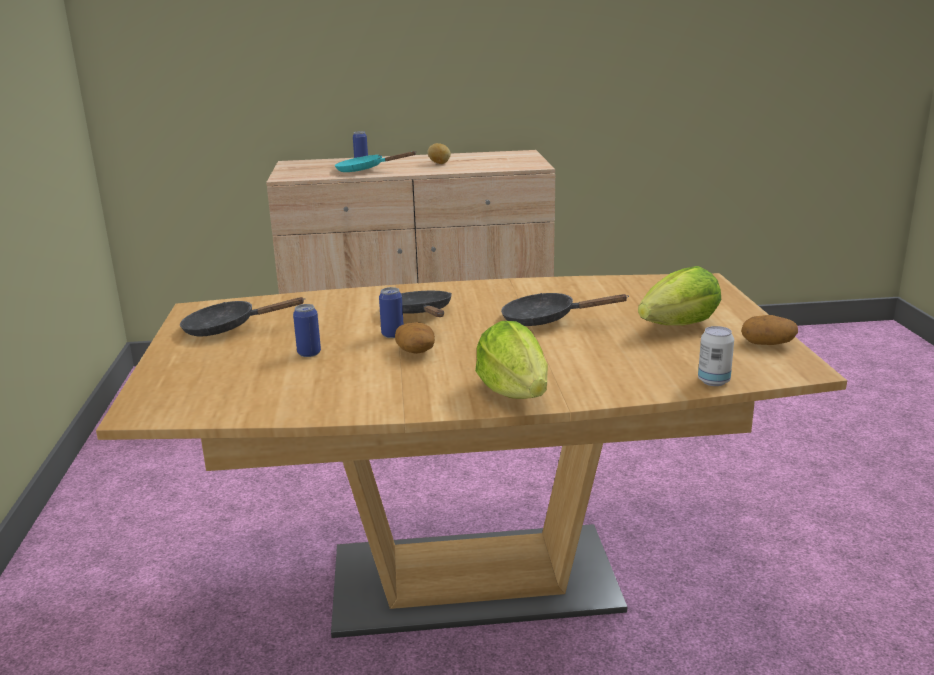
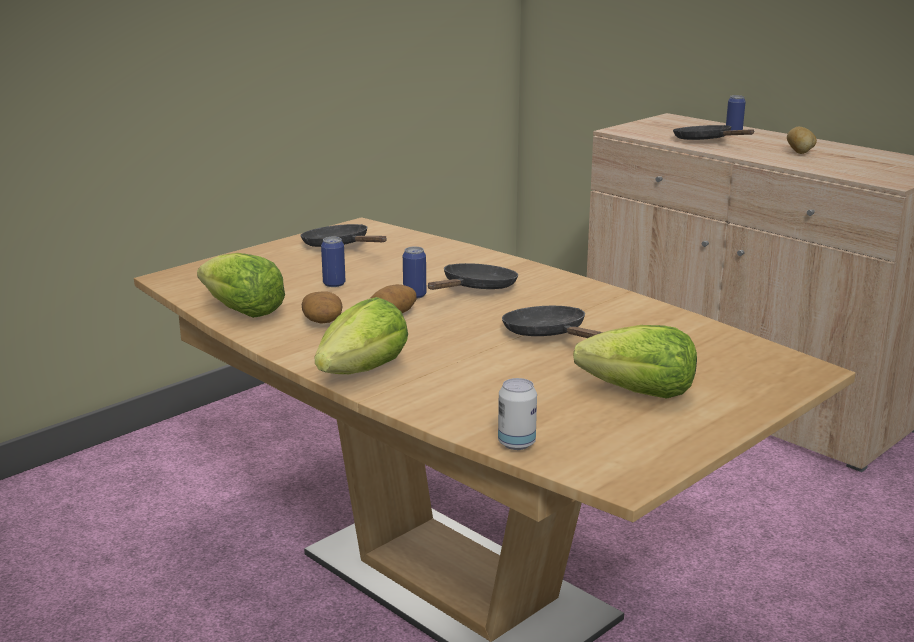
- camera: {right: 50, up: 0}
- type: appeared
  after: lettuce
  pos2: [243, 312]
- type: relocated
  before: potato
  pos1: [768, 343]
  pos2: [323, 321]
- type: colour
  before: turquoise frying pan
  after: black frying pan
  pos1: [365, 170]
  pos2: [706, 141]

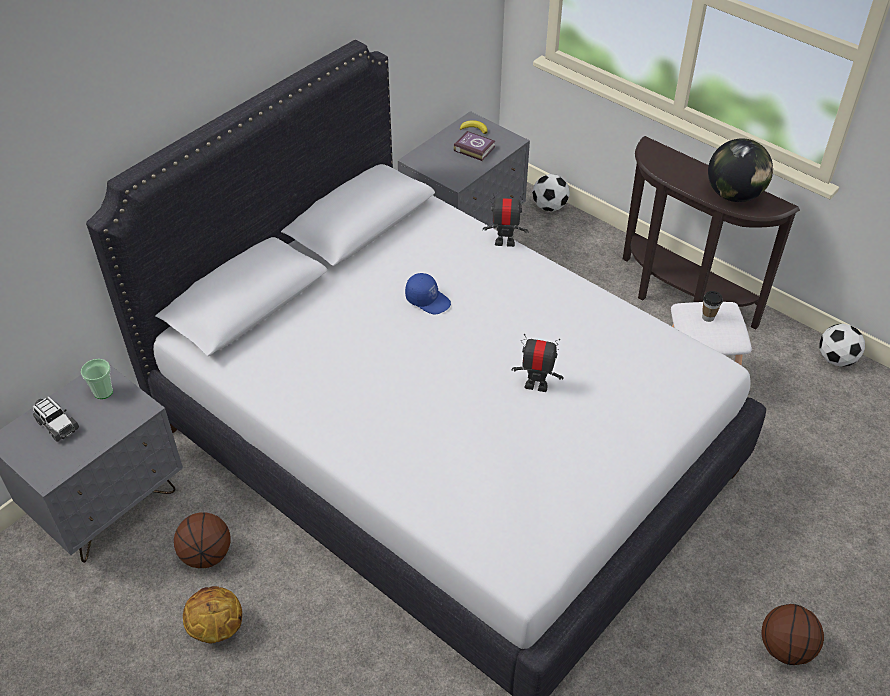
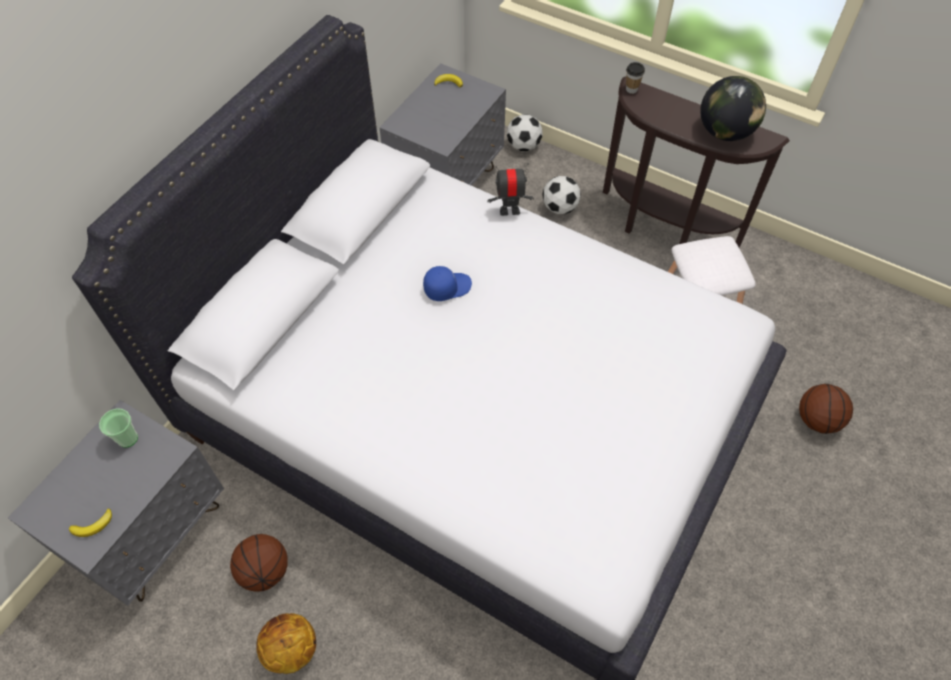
- camera: {right: -10, up: 10}
- type: appeared
  after: banana
  pos2: [93, 525]
- type: spun
  before: blue cap
  pos1: [428, 300]
  pos2: [447, 287]
  turn: -45
- type: relocated
  before: football
  pos1: [836, 359]
  pos2: [559, 207]
- type: relocated
  before: cup
  pos1: [708, 317]
  pos2: [631, 89]
- type: relocated
  before: basketball
  pos1: [785, 649]
  pos2: [817, 420]
- type: missing
  before: toy car
  pos1: [57, 425]
- type: missing
  before: book
  pos1: [474, 148]
- type: missing
  before: toy robot
  pos1: [536, 385]

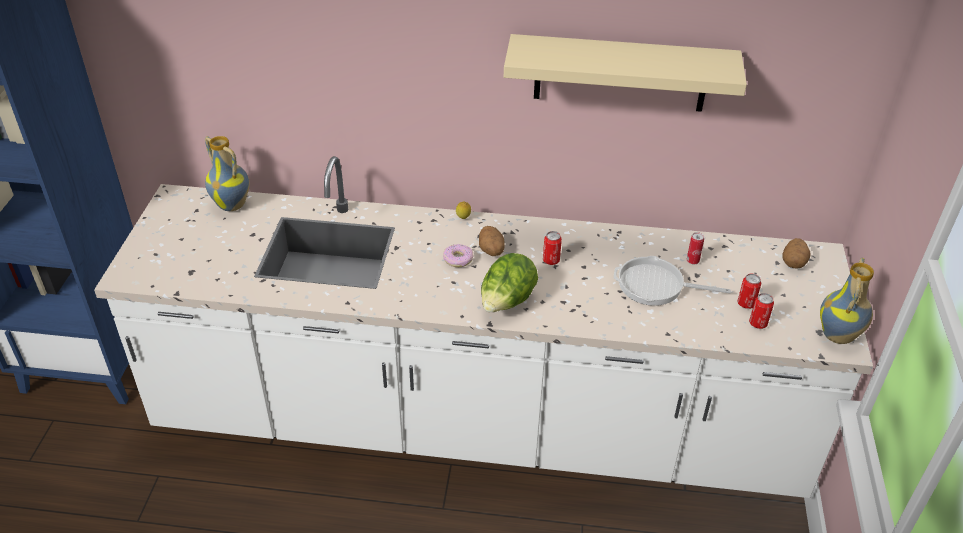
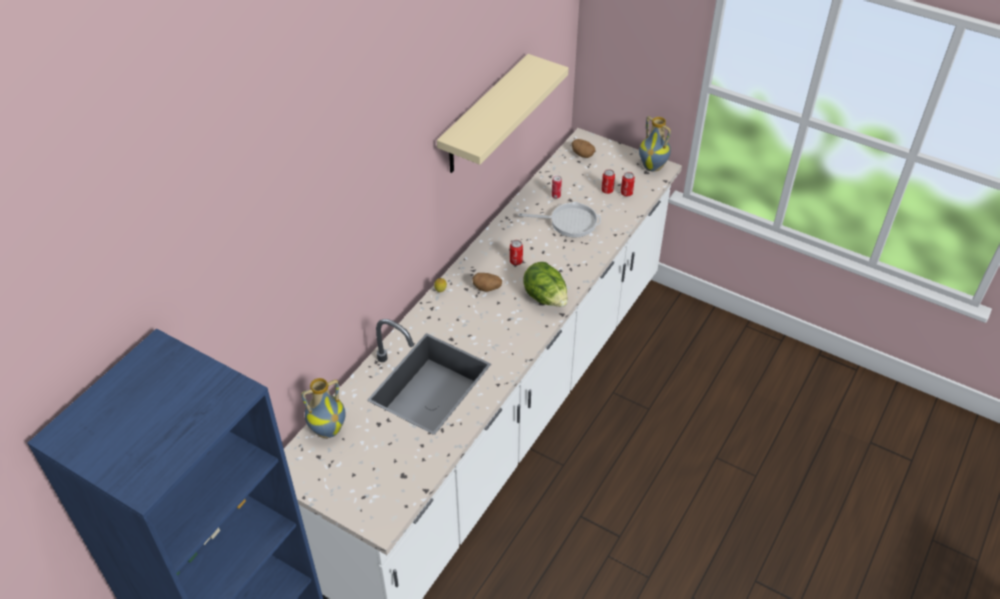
- camera: {right: -65, up: 5}
- type: spun
  before: frying pan
  pos1: [655, 286]
  pos2: [569, 222]
  turn: -120
- type: missing
  before: donut
  pos1: [458, 259]

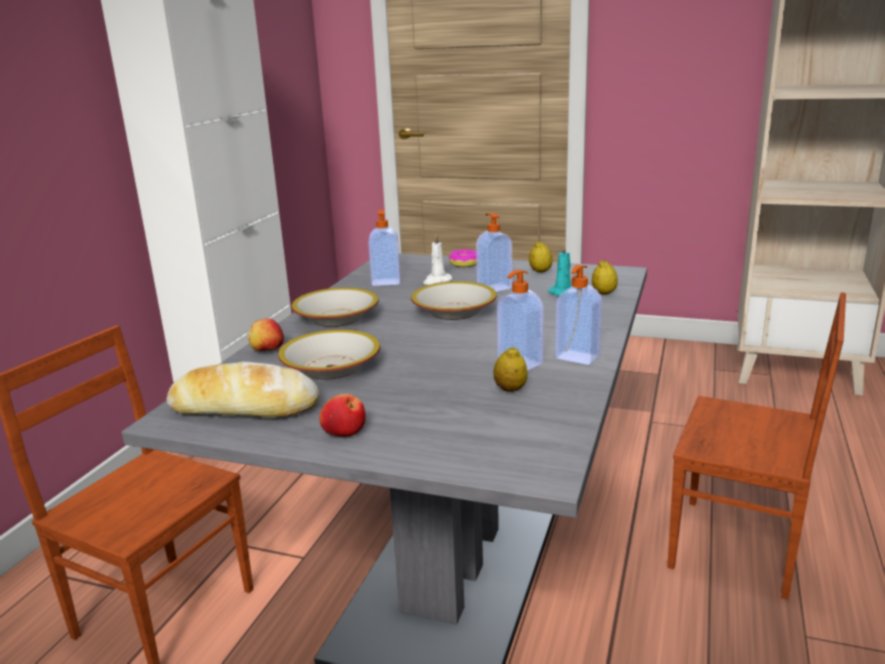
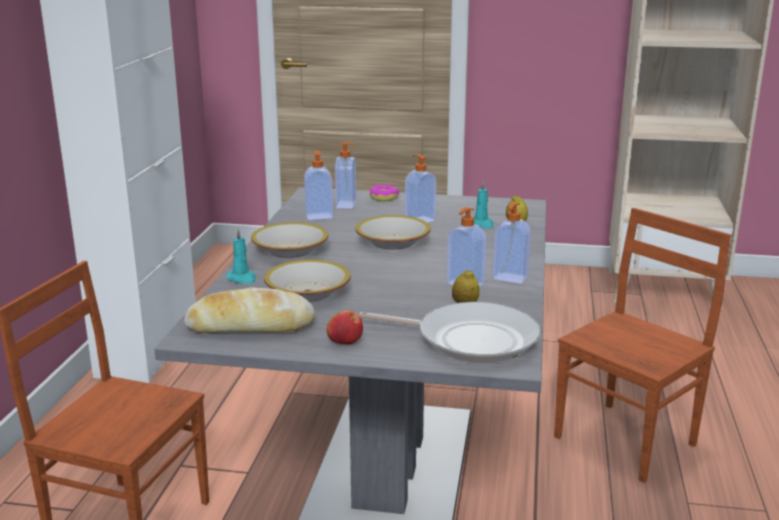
- camera: {right: -10, up: 0}
- type: exchanged
  before: apple
  after: turquoise candle
  pos1: [267, 350]
  pos2: [242, 279]
- type: appeared
  after: soap dispenser
  pos2: [347, 205]
- type: appeared
  after: frying pan
  pos2: [470, 339]
- type: spun
  before: brown chair
  pos1: [737, 548]
  pos2: [627, 441]
  turn: -60
- type: missing
  before: white candle
  pos1: [437, 281]
- type: missing
  before: lemon
  pos1: [540, 271]

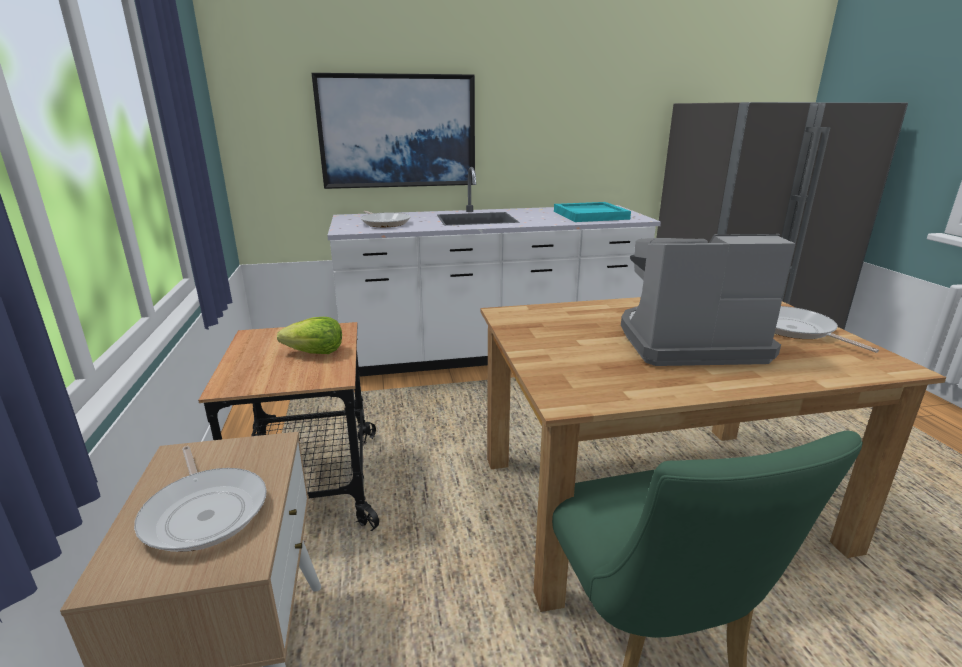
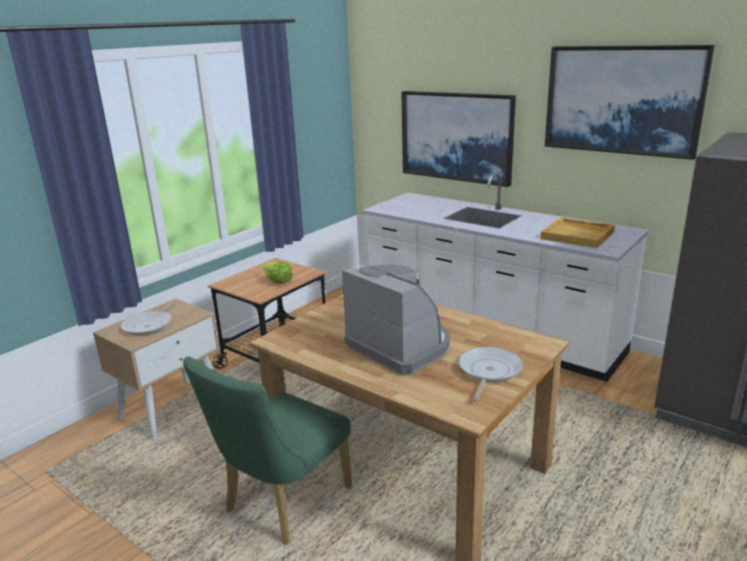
- camera: {right: 50, up: 0}
- type: colour
  before: turquoise tray
  after: beige tray
  pos1: [590, 215]
  pos2: [578, 235]
- type: appeared
  after: picture
  pos2: [622, 100]
- type: missing
  before: frying pan
  pos1: [384, 223]

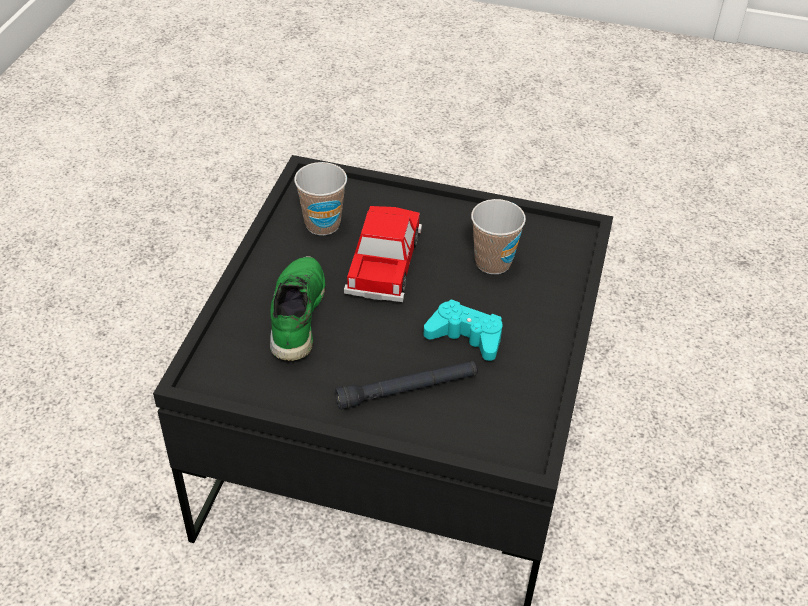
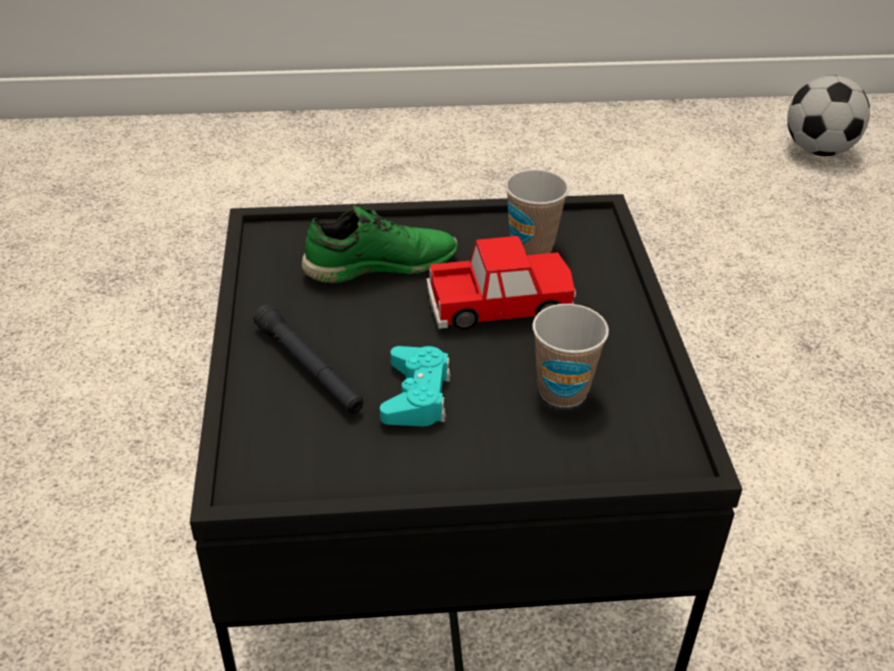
- camera: {right: 70, up: -5}
- type: appeared
  after: football
  pos2: [818, 150]

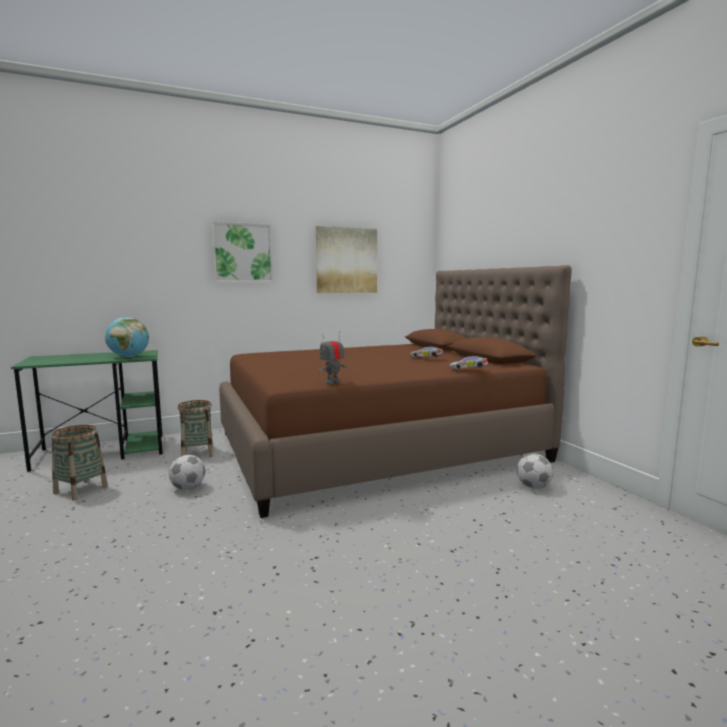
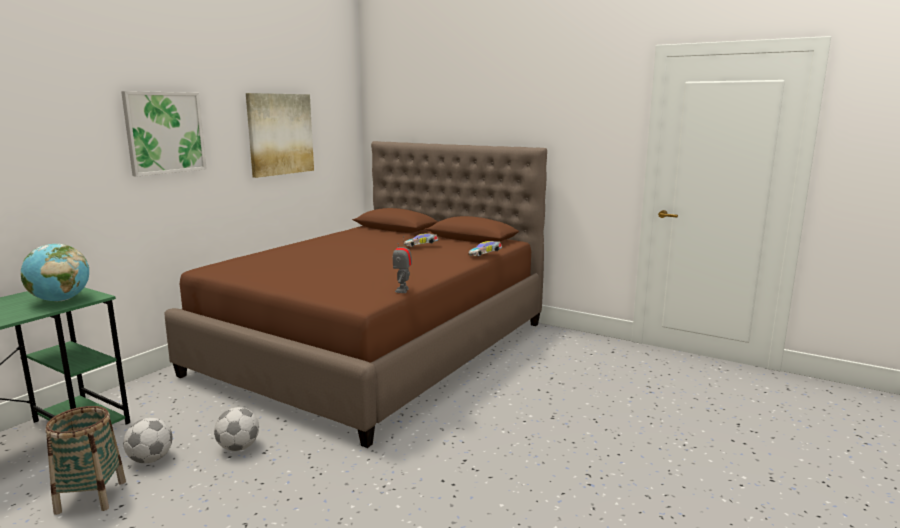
- camera: {right: -35, up: 5}
- type: relocated
  before: football
  pos1: [533, 487]
  pos2: [151, 459]
- type: missing
  before: basket
  pos1: [197, 453]

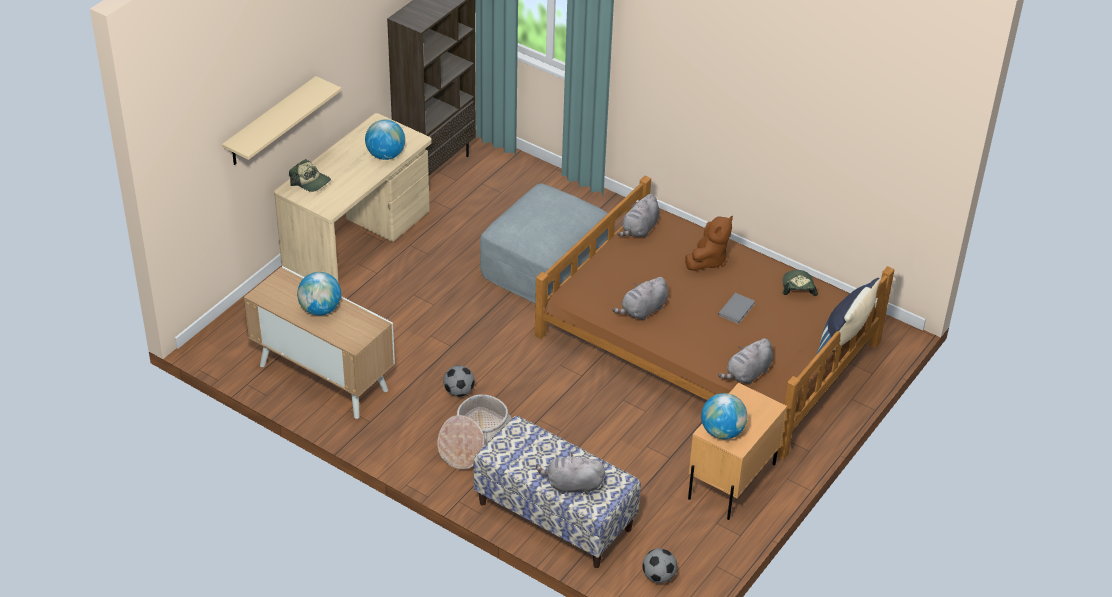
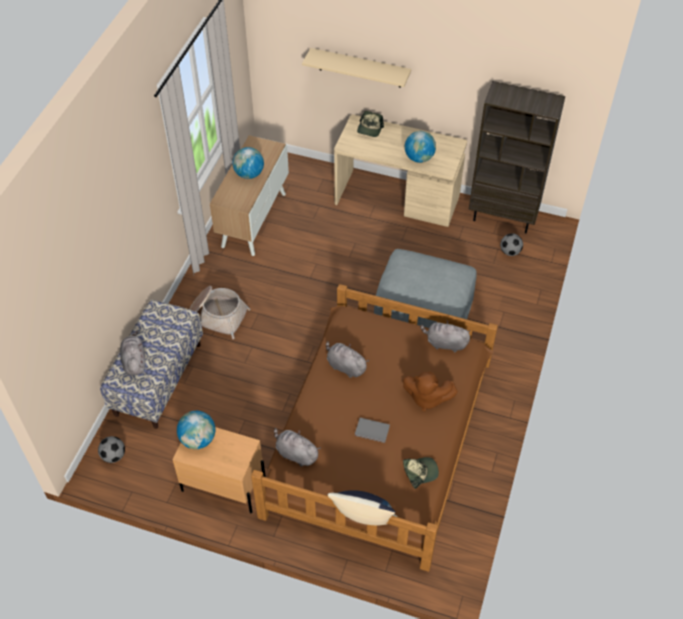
- camera: {right: 75, up: 10}
- type: relocated
  before: football
  pos1: [459, 391]
  pos2: [510, 252]

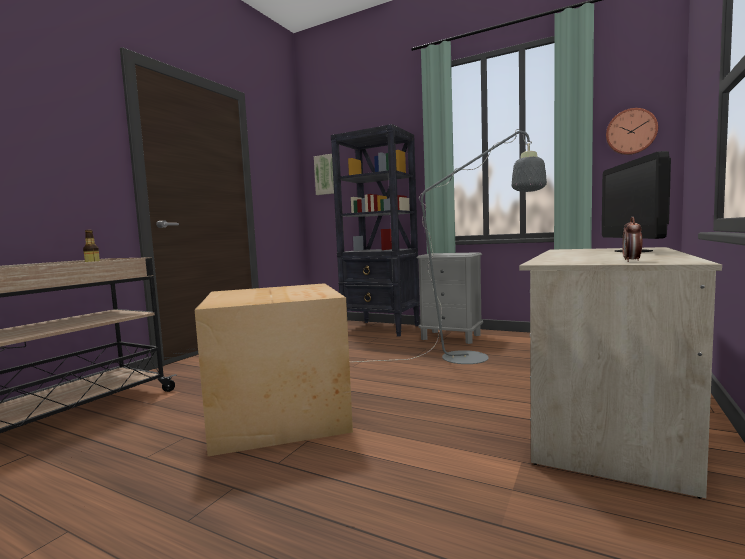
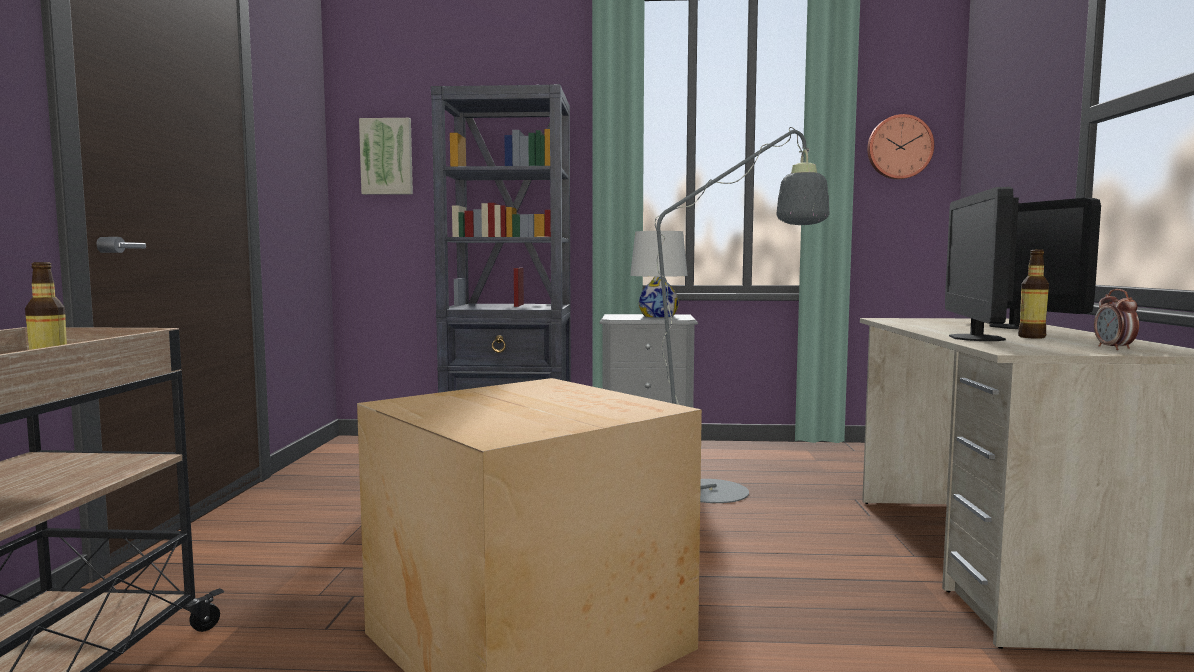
- camera: {right: -25, up: 0}
- type: appeared
  after: white table lamp
  pos2: [658, 316]
- type: appeared
  after: monitor
  pos2: [976, 338]
- type: appeared
  after: bottle
  pos2: [1031, 337]

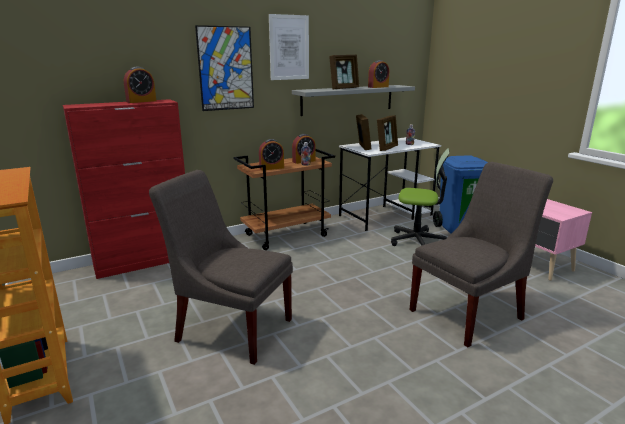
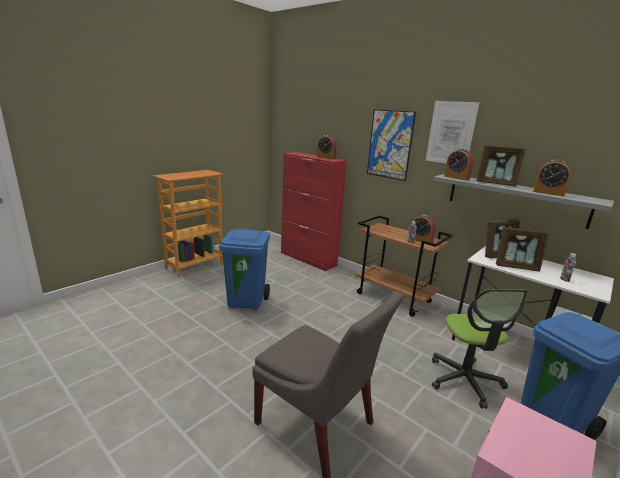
- camera: {right: 70, up: 0}
- type: exchanged
  before: grey chair
  after: blue trash can
  pos1: [231, 328]
  pos2: [247, 302]
- type: relocated
  before: alarm clock
  pos1: [271, 168]
  pos2: [456, 178]

